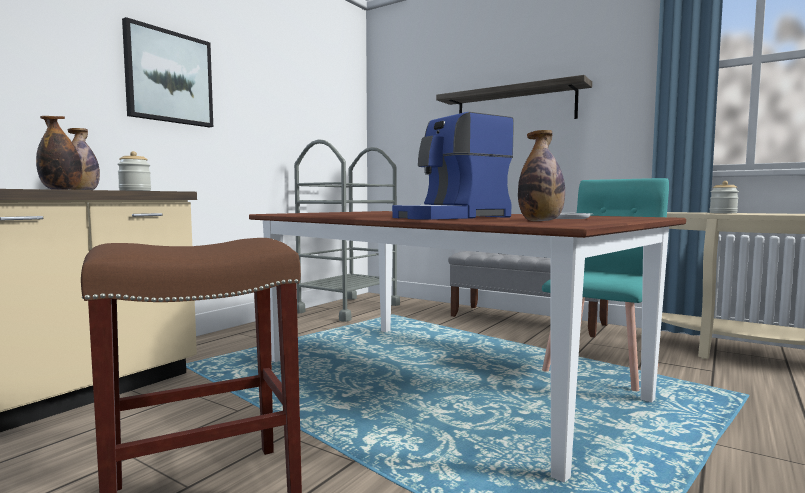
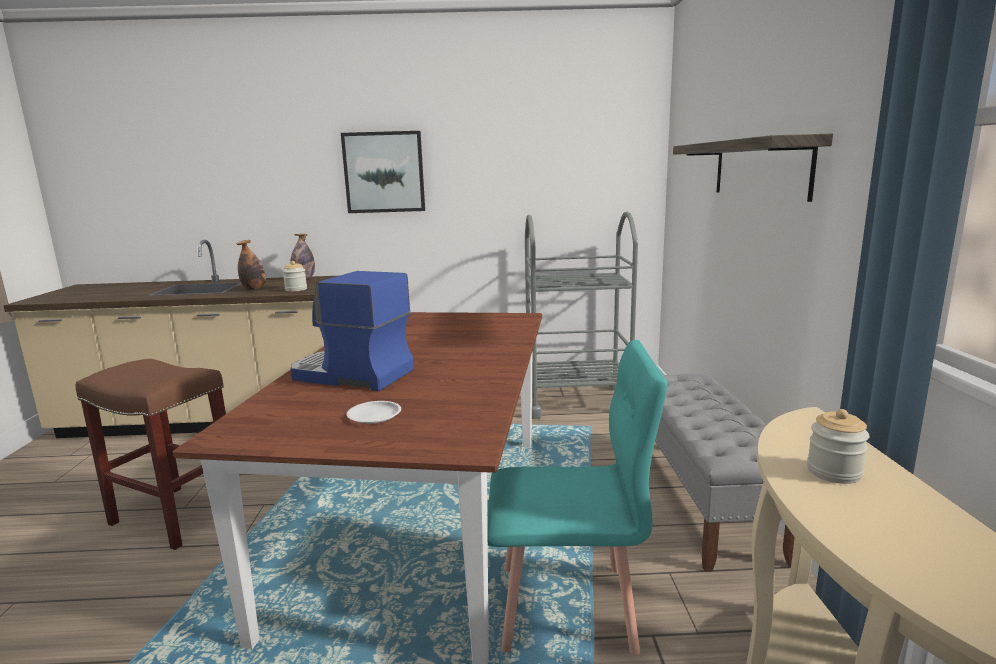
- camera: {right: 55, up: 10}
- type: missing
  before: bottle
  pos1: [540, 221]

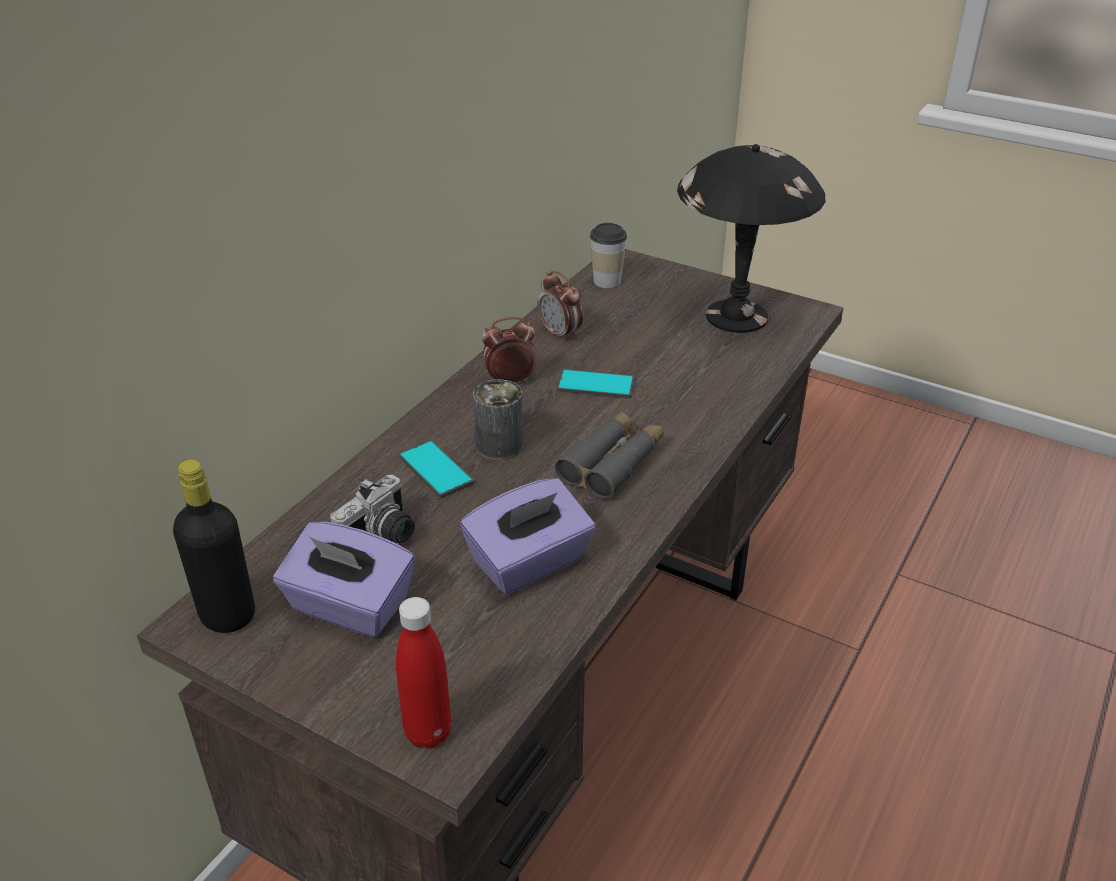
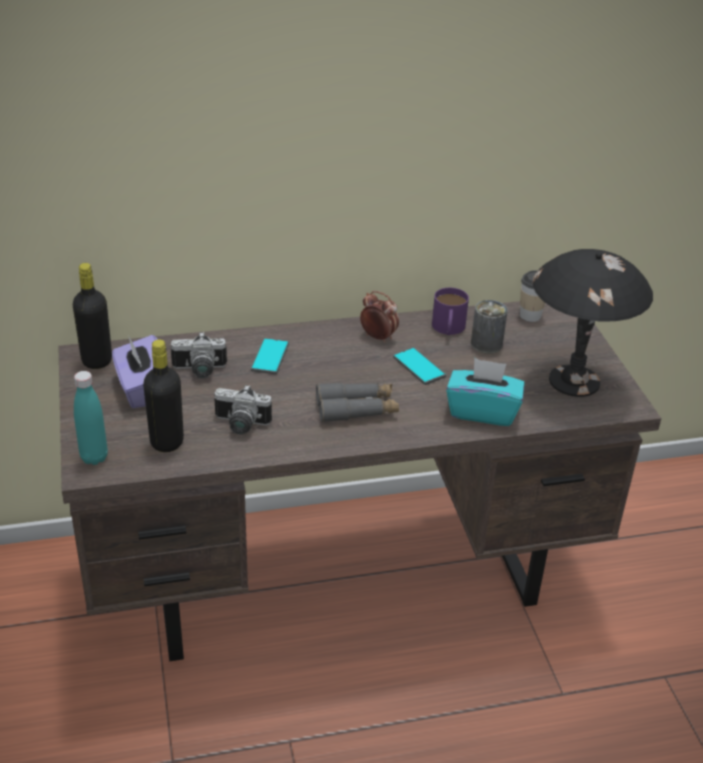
- camera: {right: 45, up: 0}
- type: colour
  before: red bottle
  after: turquoise bottle
  pos1: [428, 732]
  pos2: [94, 457]
- type: appeared
  after: black bottle
  pos2: [167, 442]
- type: exchanged
  before: purple tissue box
  after: photo camera
  pos1: [529, 563]
  pos2: [240, 425]
- type: exchanged
  before: alarm clock
  after: purple mug
  pos1: [560, 334]
  pos2: [448, 329]
- type: appeared
  after: turquoise tissue box
  pos2: [482, 411]
- type: relocated
  before: can
  pos1: [499, 445]
  pos2: [486, 344]

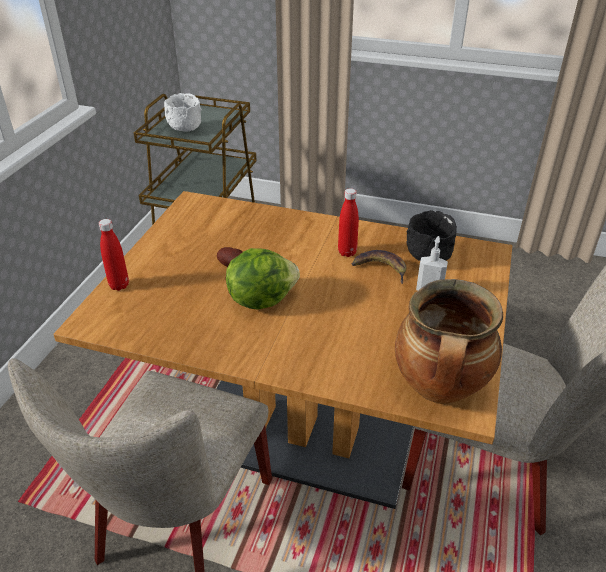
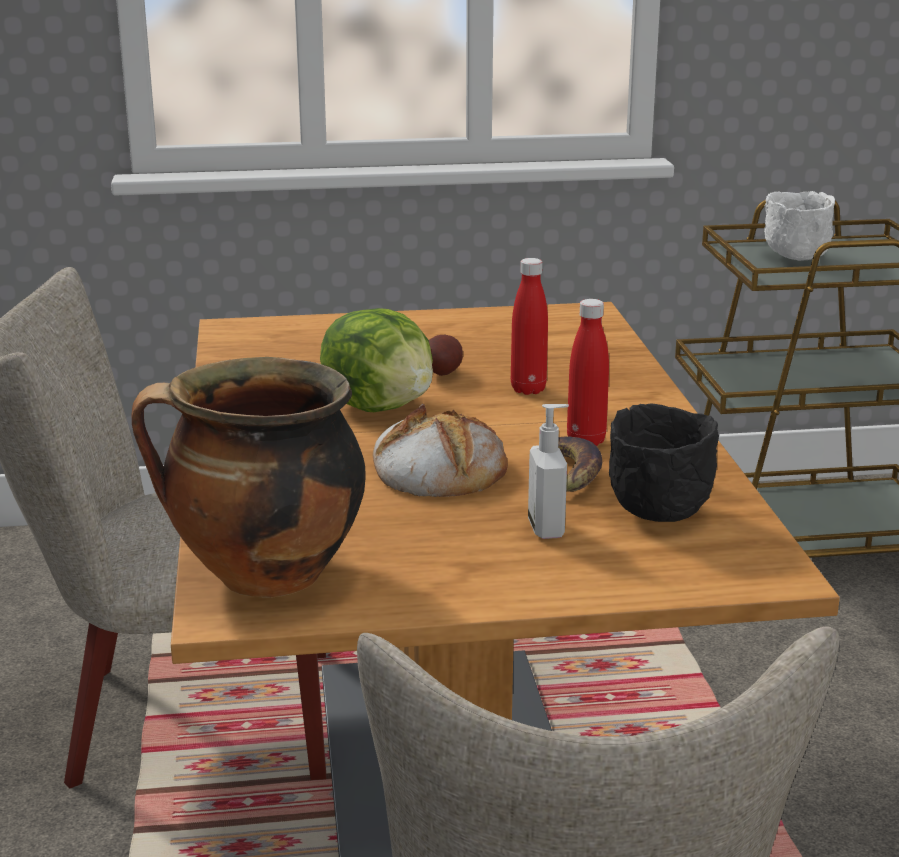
- camera: {right: 65, up: -15}
- type: appeared
  after: bread
  pos2: [437, 468]
- type: relocated
  before: red bottle
  pos1: [119, 285]
  pos2: [528, 389]

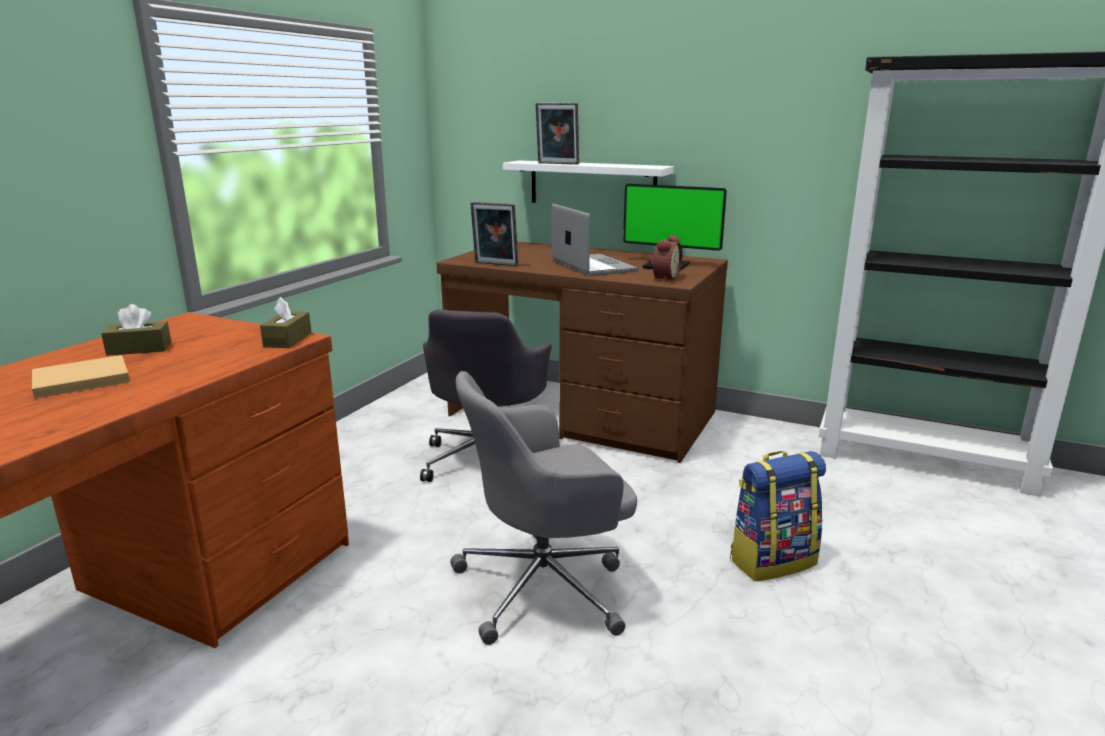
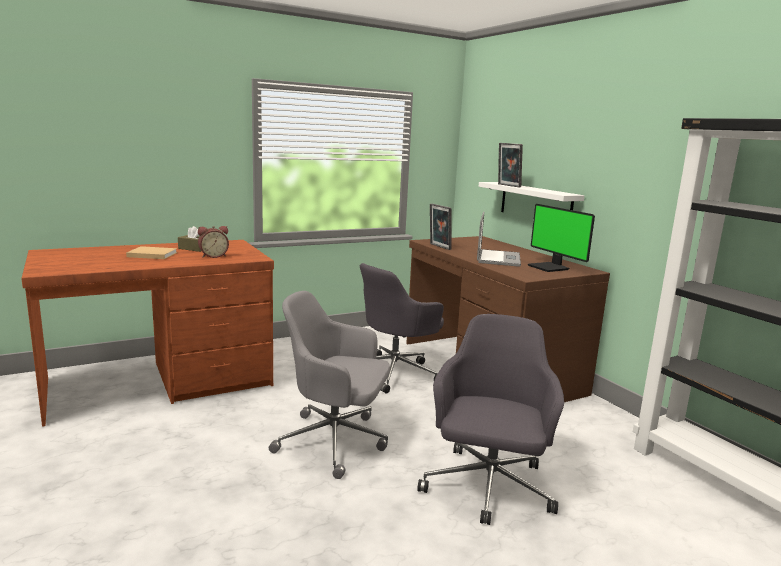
- camera: {right: 35, up: -5}
- type: relocated
  before: alarm clock
  pos1: [664, 278]
  pos2: [213, 256]
- type: exchanged
  before: backpack
  after: grey office chair
  pos1: [772, 560]
  pos2: [488, 488]
- type: missing
  before: brown tissue box
  pos1: [288, 340]

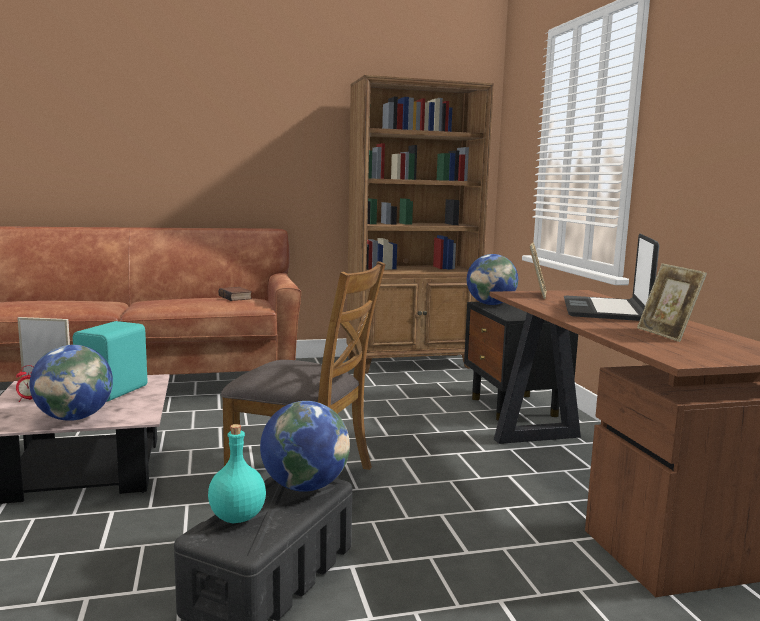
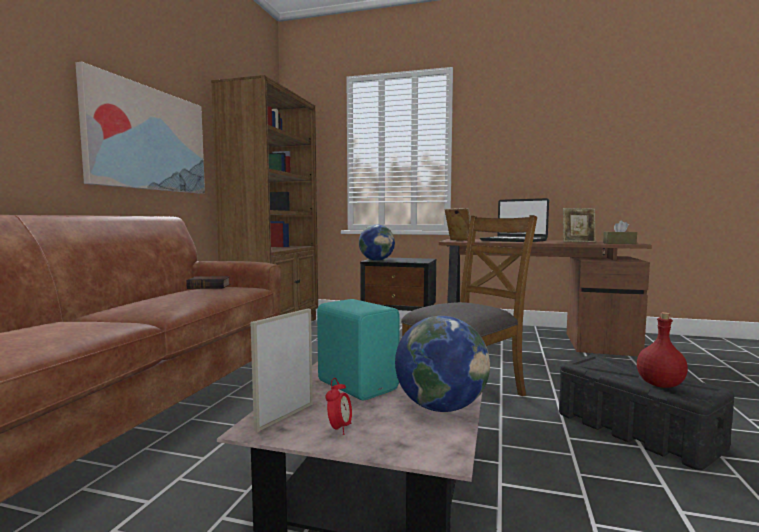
- camera: {right: -60, up: -5}
- type: appeared
  after: picture
  pos2: [147, 139]
- type: appeared
  after: brown tissue box
  pos2: [619, 243]
- type: colour
  before: turquoise bottle
  after: red bottle
  pos1: [236, 517]
  pos2: [660, 385]
- type: missing
  before: globe
  pos1: [305, 486]

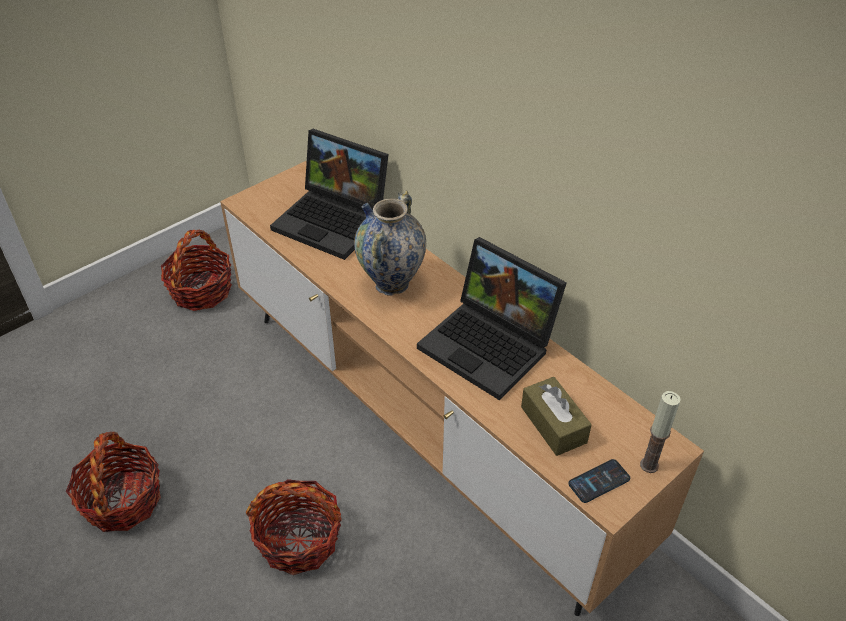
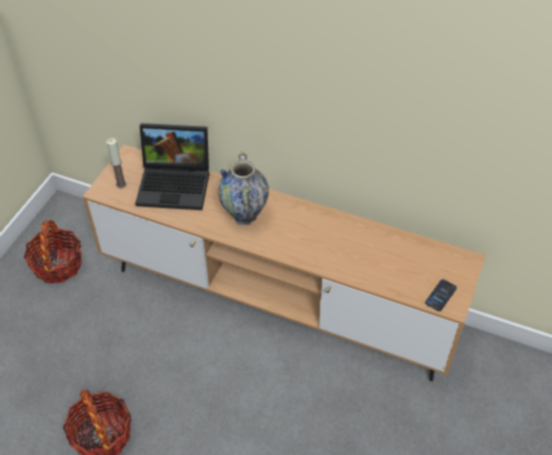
- camera: {right: -25, up: 5}
- type: relocated
  before: candle
  pos1: [649, 465]
  pos2: [121, 184]
- type: missing
  before: basket
  pos1: [299, 539]
- type: missing
  before: laptop
  pos1: [491, 345]
- type: missing
  before: brown tissue box
  pos1: [553, 424]

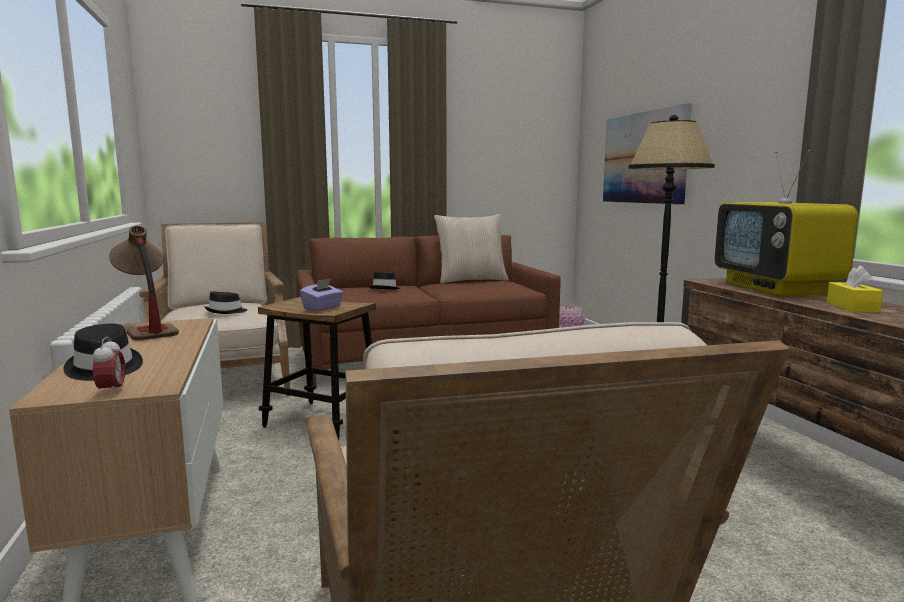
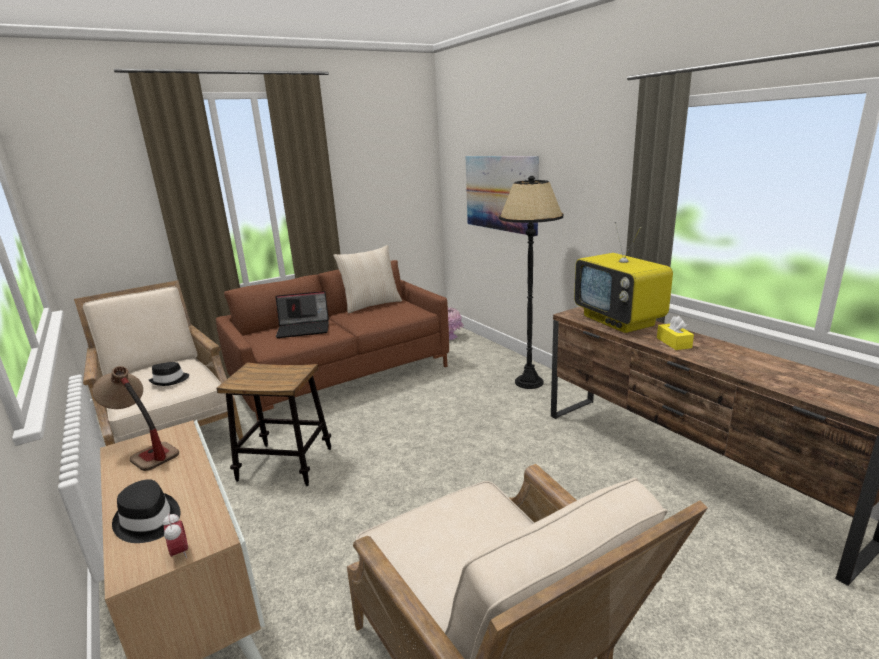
- camera: {right: -15, up: 10}
- type: exchanged
  before: black hat
  after: laptop
  pos1: [385, 289]
  pos2: [304, 329]
- type: missing
  before: purple tissue box
  pos1: [322, 308]

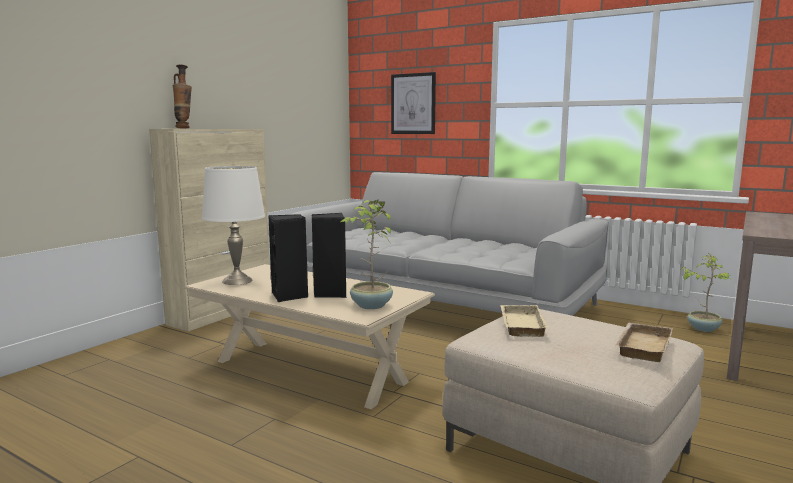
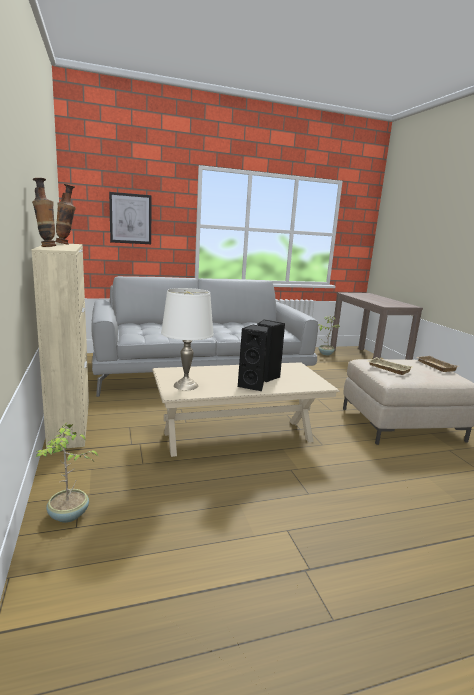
- camera: {right: -50, up: 5}
- type: relocated
  before: potted plant
  pos1: [370, 306]
  pos2: [68, 516]
- type: appeared
  after: vase
  pos2: [66, 244]

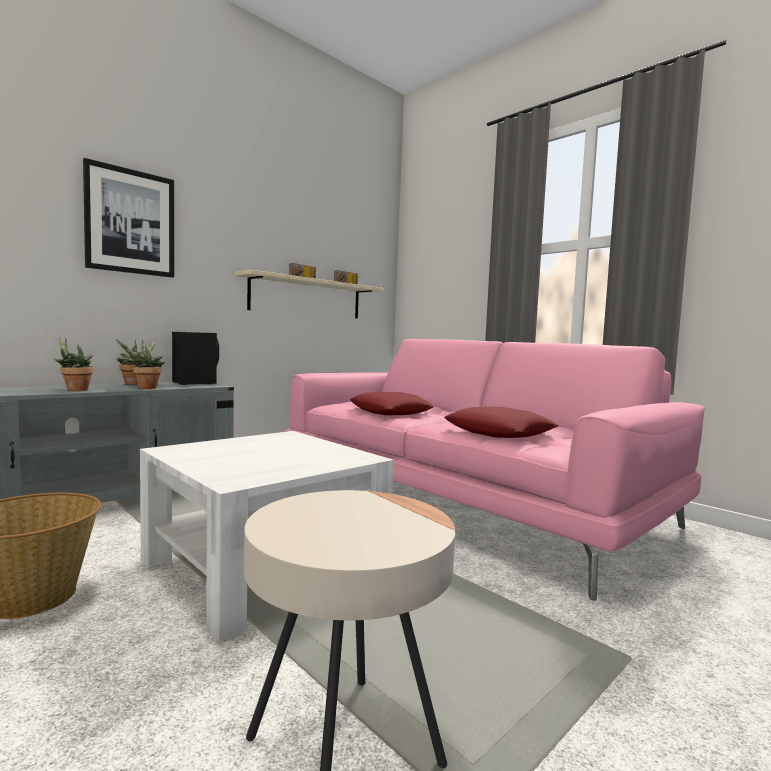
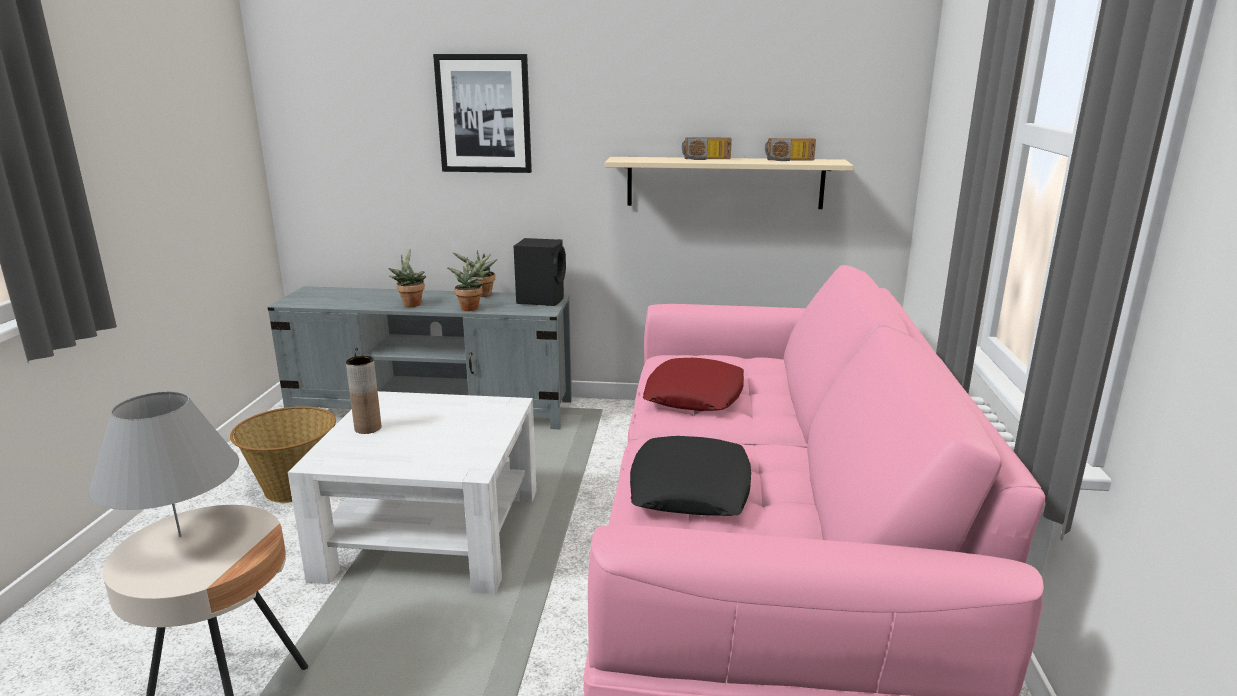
- camera: {right: 50, up: 15}
- type: appeared
  after: grey table lamp
  pos2: [180, 536]
- type: appeared
  after: brown vase
  pos2: [368, 428]
- type: colour
  before: red pillow
  after: black pillow
  pos1: [499, 432]
  pos2: [690, 488]

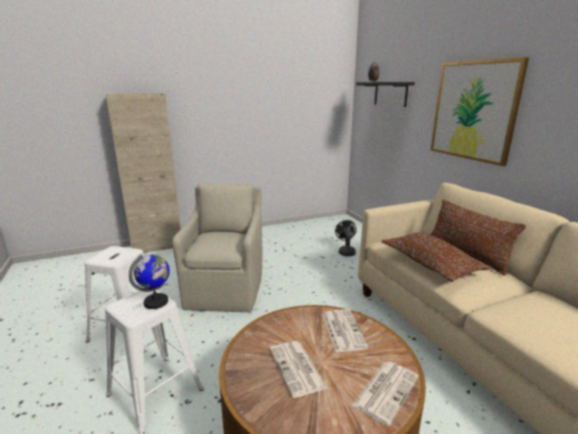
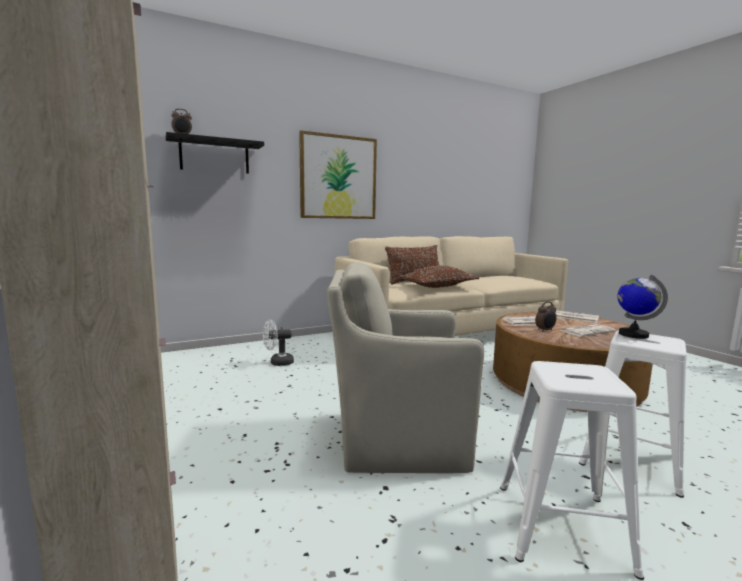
- camera: {right: -95, up: -10}
- type: colour
  before: black fan
  after: white fan
  pos1: [346, 251]
  pos2: [278, 362]
- type: appeared
  after: alarm clock
  pos2: [545, 330]

